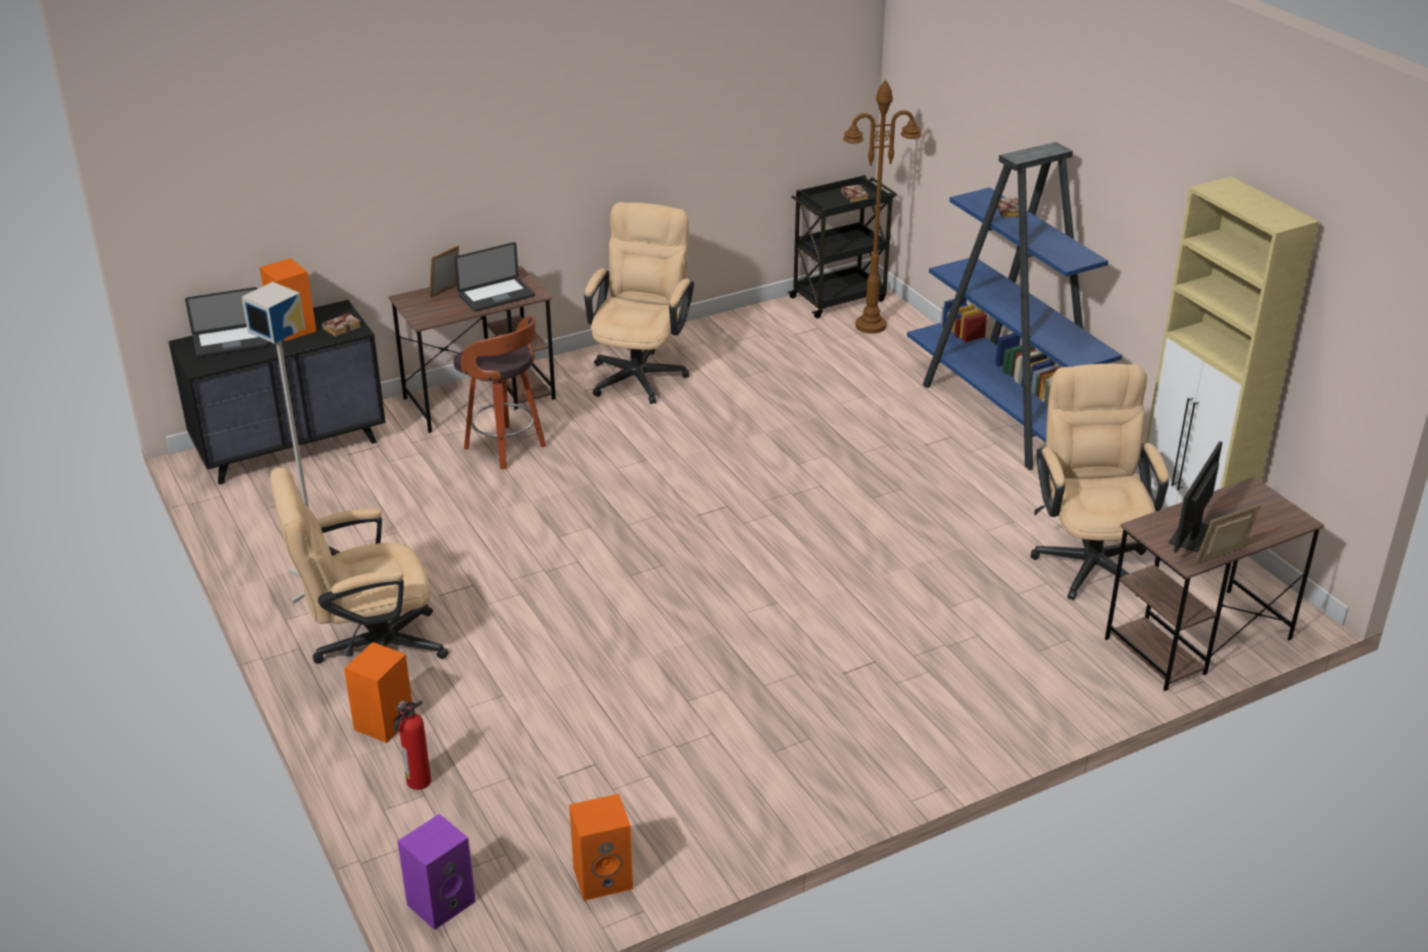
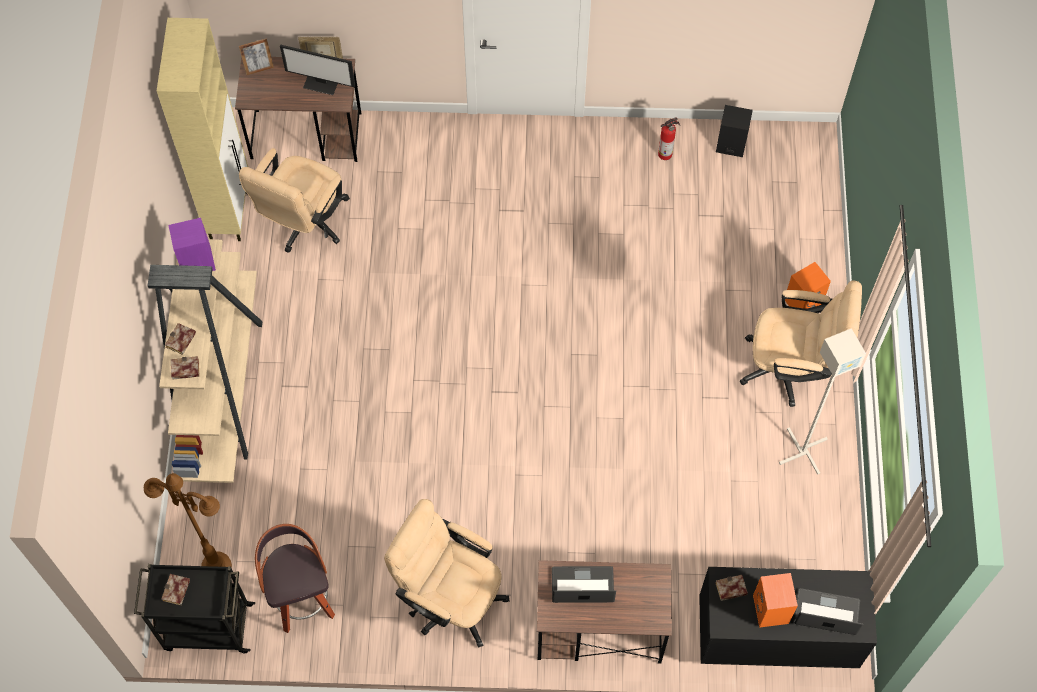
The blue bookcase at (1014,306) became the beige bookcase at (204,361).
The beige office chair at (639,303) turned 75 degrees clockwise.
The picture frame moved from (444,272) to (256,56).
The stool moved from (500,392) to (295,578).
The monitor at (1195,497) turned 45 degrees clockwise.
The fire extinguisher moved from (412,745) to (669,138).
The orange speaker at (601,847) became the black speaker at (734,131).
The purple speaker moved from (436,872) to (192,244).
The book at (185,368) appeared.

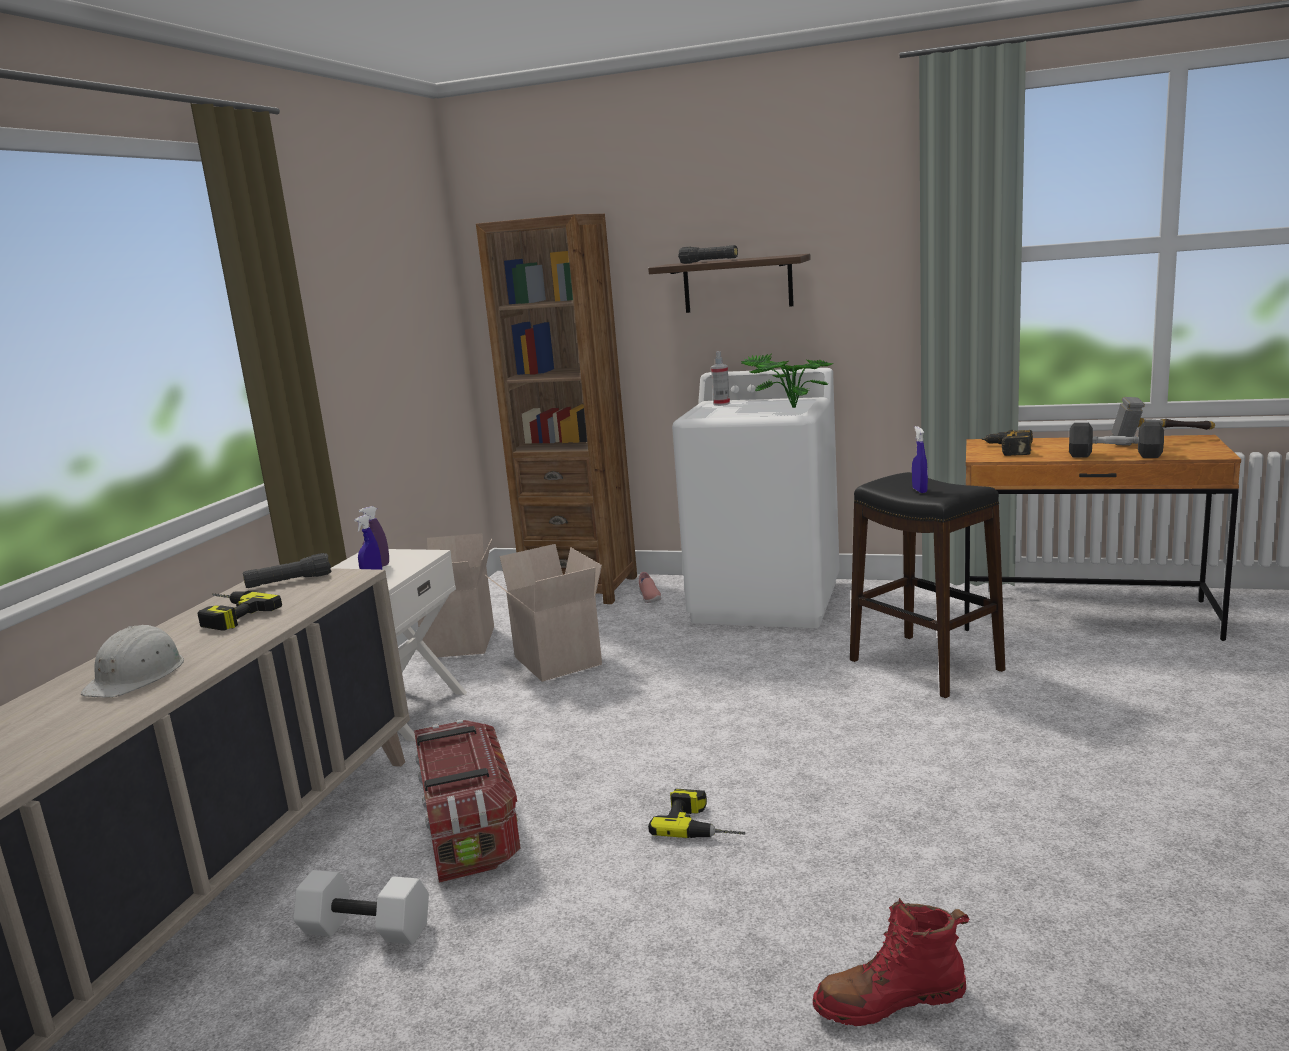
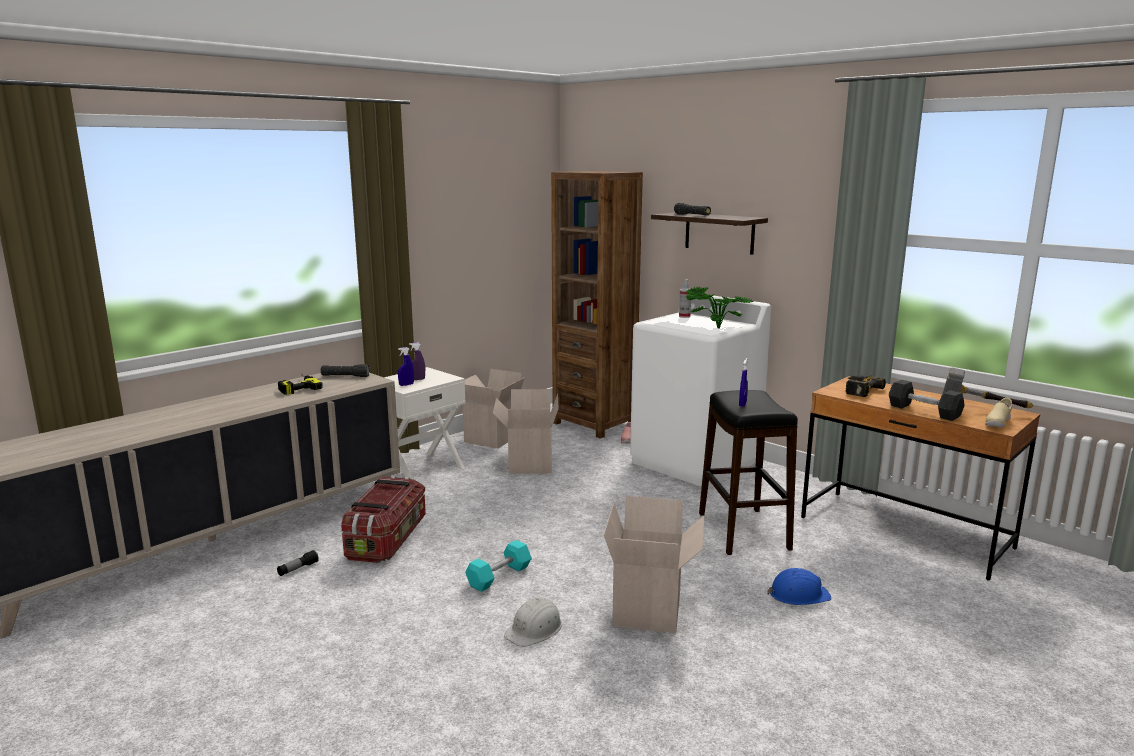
The white hard hat moved from (132,661) to (533,622).
The power drill at (697,813) was replaced by the turquoise dumbbell at (498,566).
The white dumbbell at (361,907) was replaced by the flashlight at (298,563).
The red boot at (891,962) disappeared.
The beige shoe at (998,413) appeared.
The cardboard box at (654,564) appeared.
The blue hard hat at (799,586) appeared.

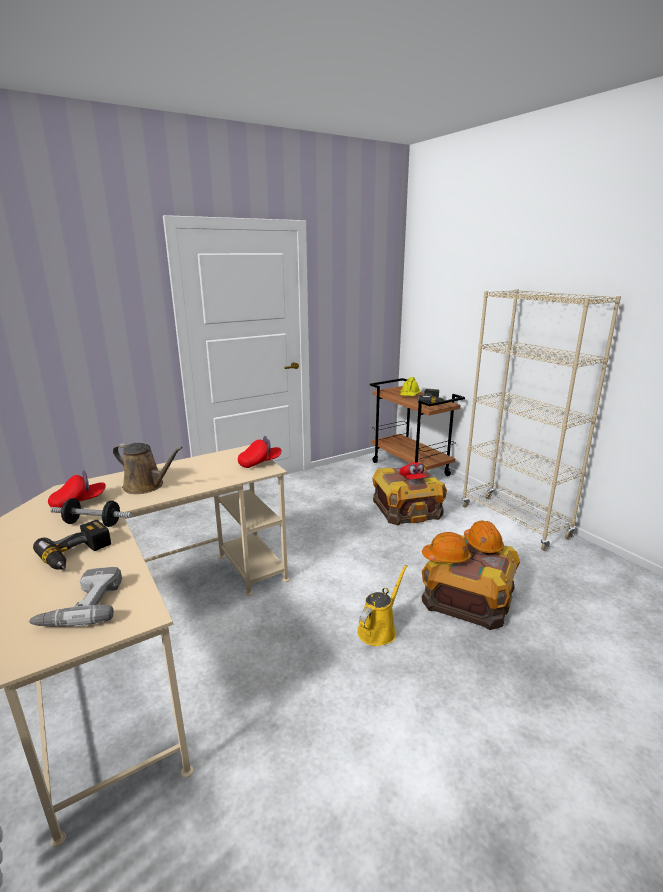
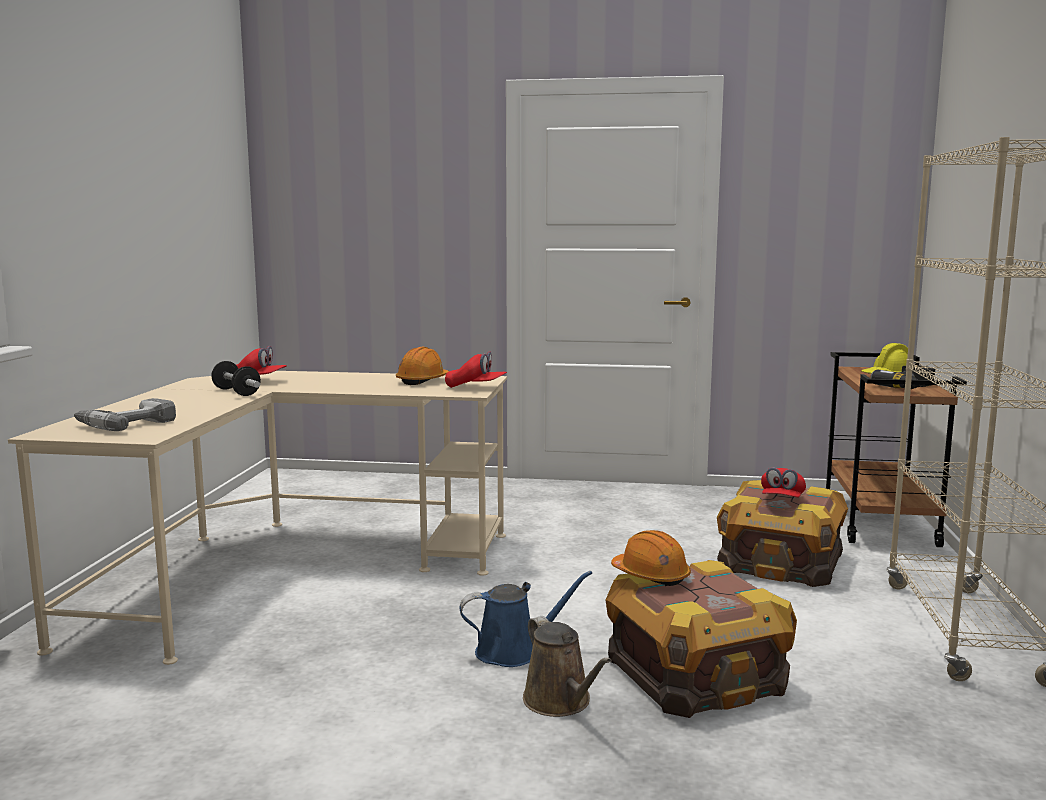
The brown watering can moved from (148,468) to (567,666).
The power drill at (72,545) disappeared.
The orange hard hat moved from (484,537) to (422,365).
The yellow watering can at (382,605) became the blue watering can at (526,619).

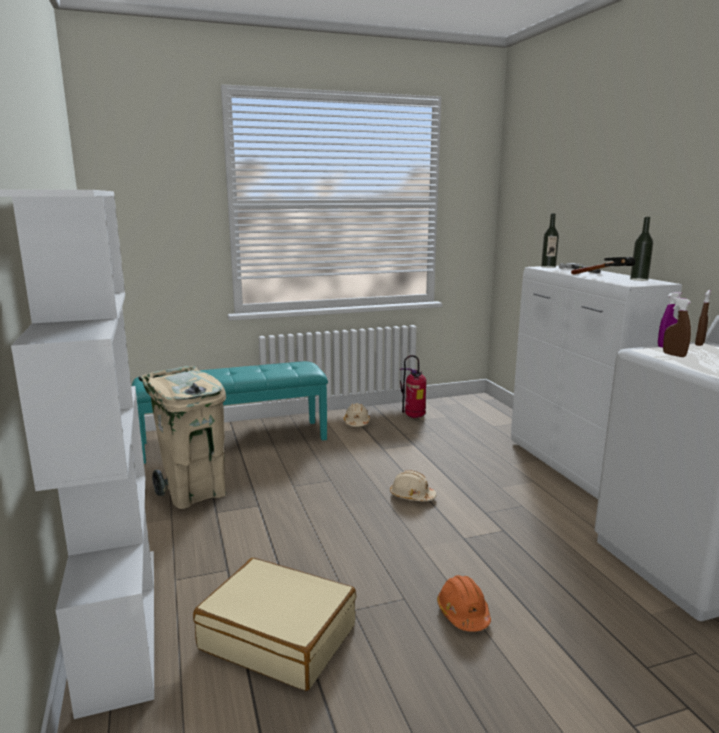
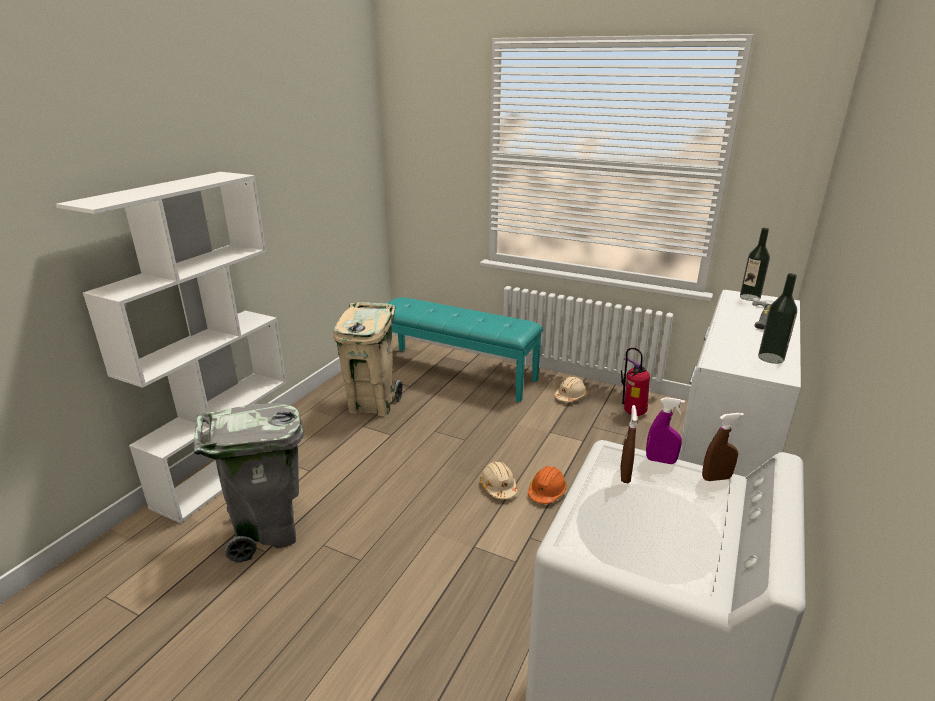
The hammer at (603,266) disappeared.
The beige suitcase at (274,624) was replaced by the grey trash can at (249,483).
The orange hard hat moved from (464,603) to (547,485).

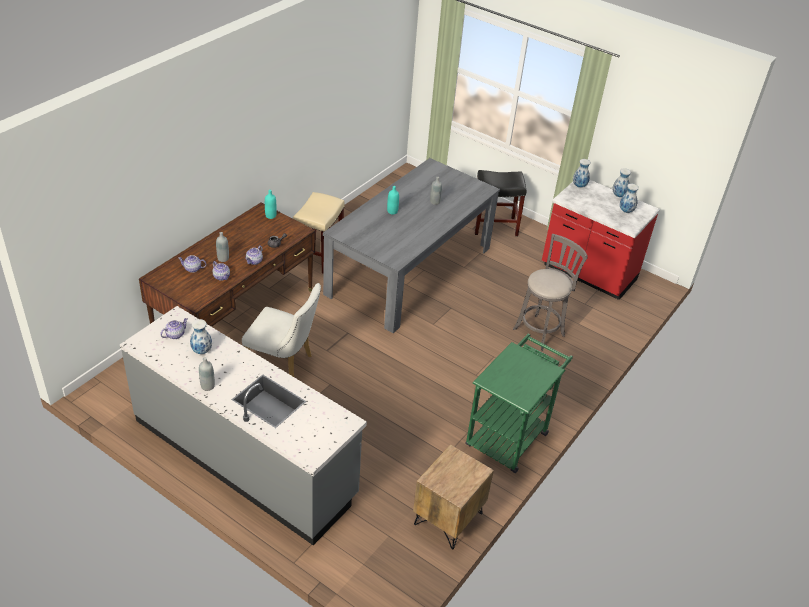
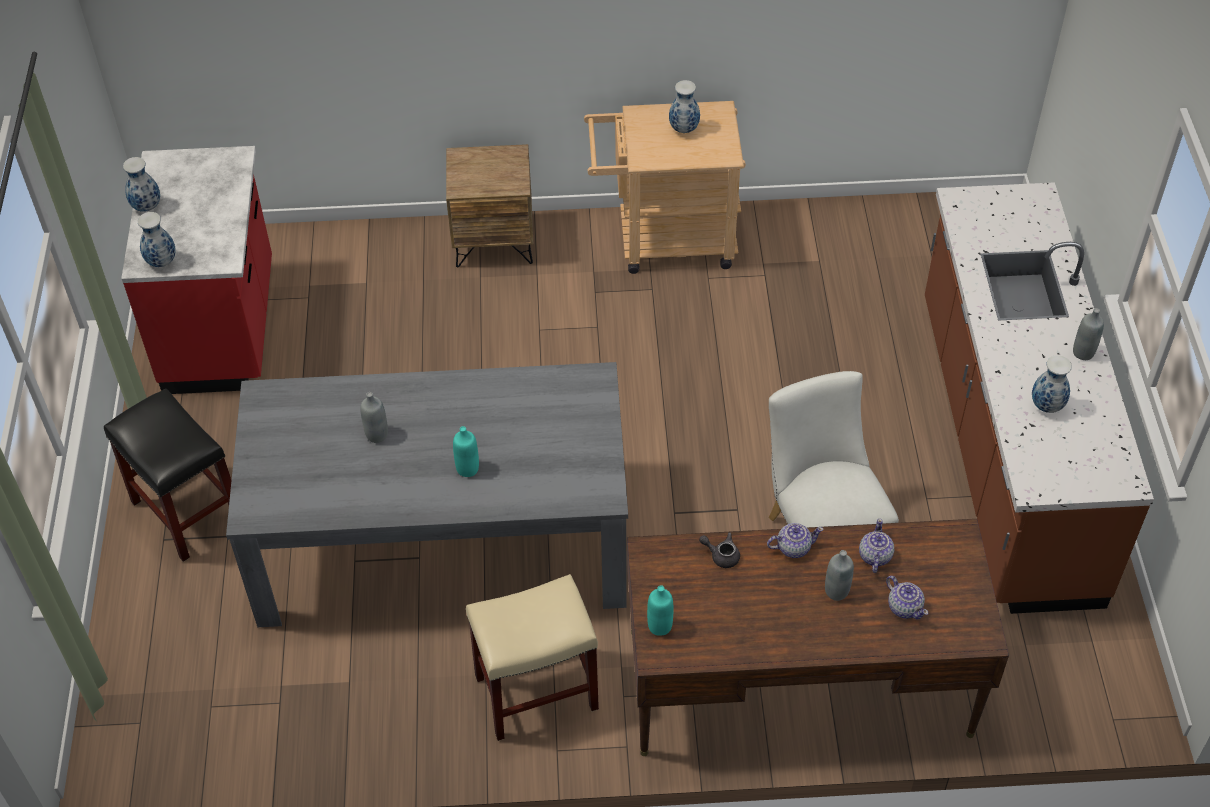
The vase moved from (629,198) to (684,106).
The grey stool at (550,292) disappeared.
The grey counter at (243,425) became the brown counter at (1039,398).
The teapot at (174,328) disappeared.
The green cart at (519,403) became the beige cart at (665,187).
The brown nightstand moved from (453,496) to (489,205).

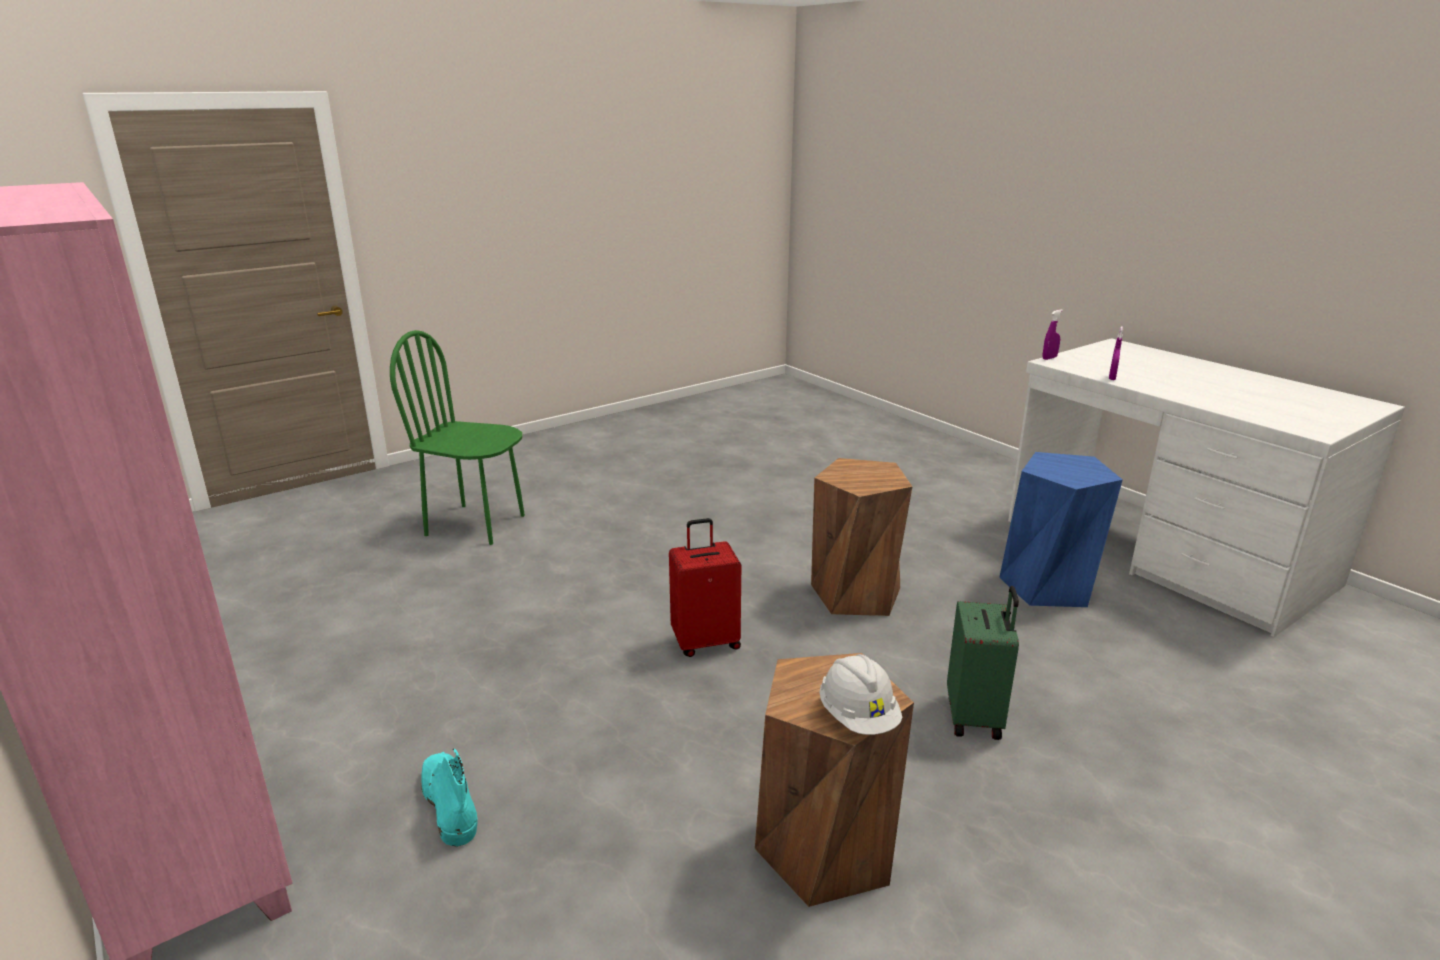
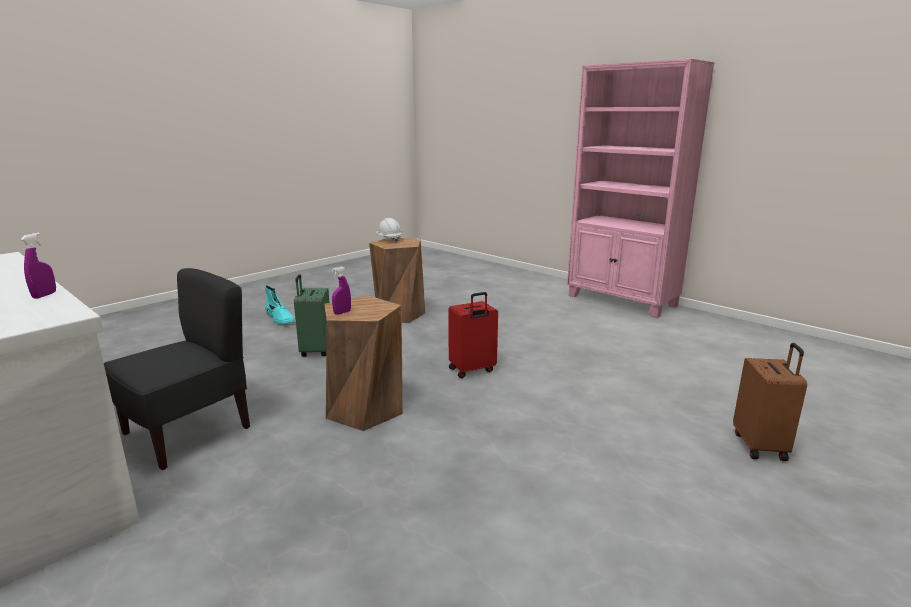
The purple spray bottle moved from (1053,334) to (341,290).
The green chair at (457,437) was replaced by the brown suitcase at (770,402).
The blue stool at (1061,529) was replaced by the black chair at (177,369).
The turquoise boot moved from (448,798) to (279,305).

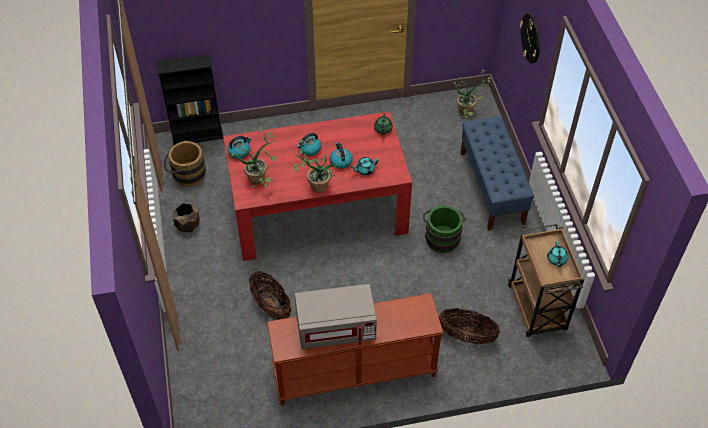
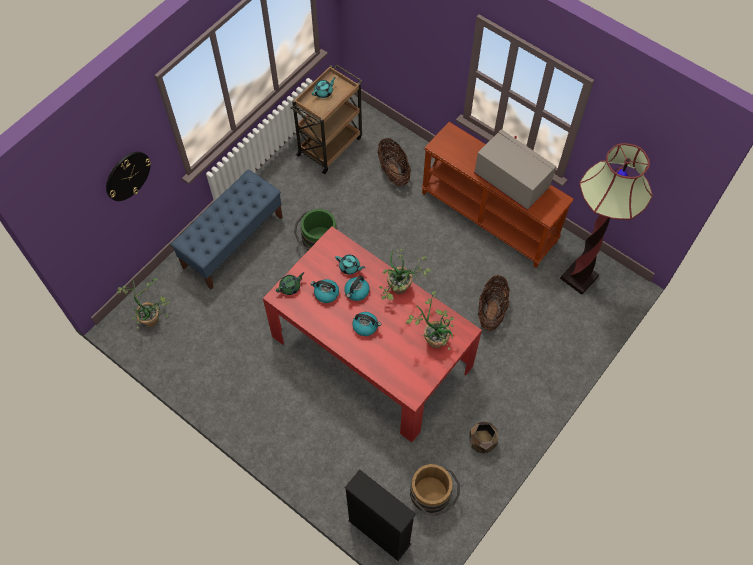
The kettle moved from (239,147) to (325,291).
The floor lamp at (606,219) appeared.

